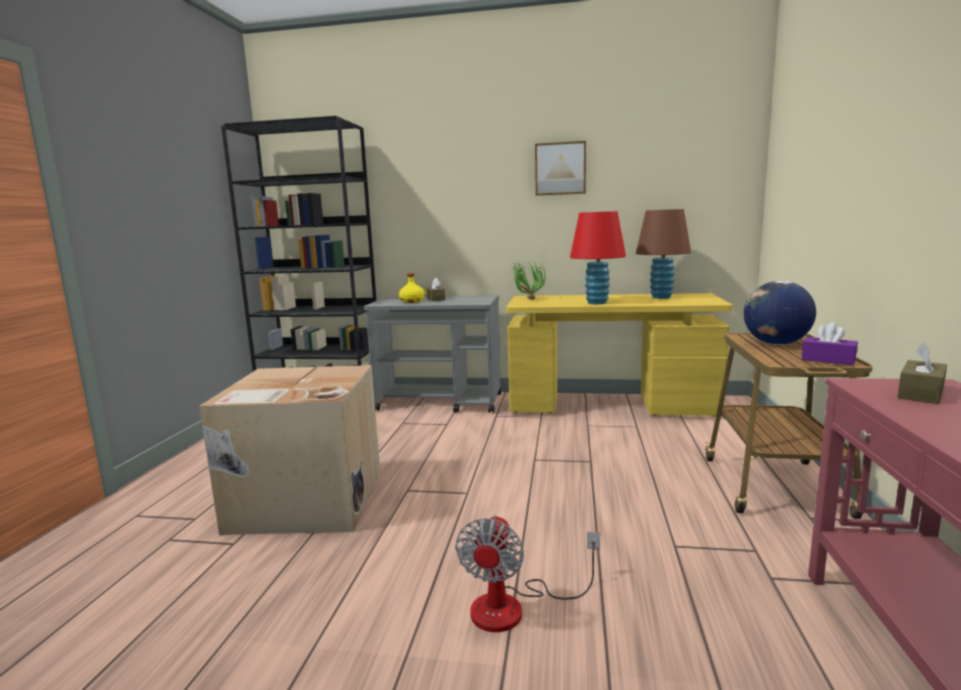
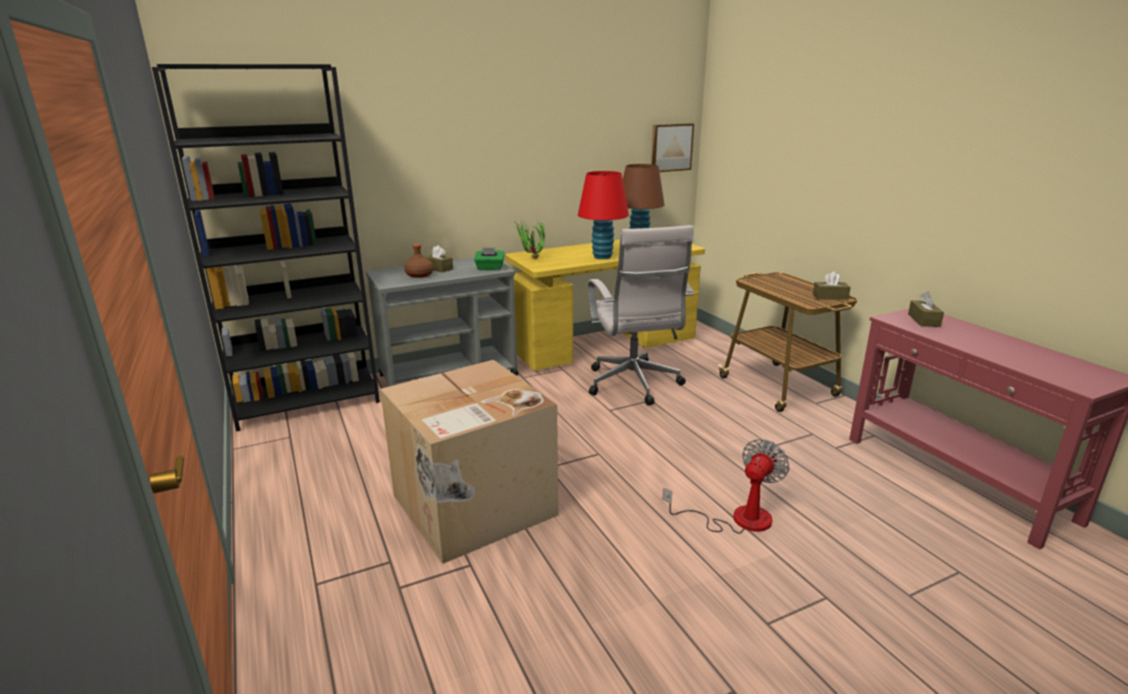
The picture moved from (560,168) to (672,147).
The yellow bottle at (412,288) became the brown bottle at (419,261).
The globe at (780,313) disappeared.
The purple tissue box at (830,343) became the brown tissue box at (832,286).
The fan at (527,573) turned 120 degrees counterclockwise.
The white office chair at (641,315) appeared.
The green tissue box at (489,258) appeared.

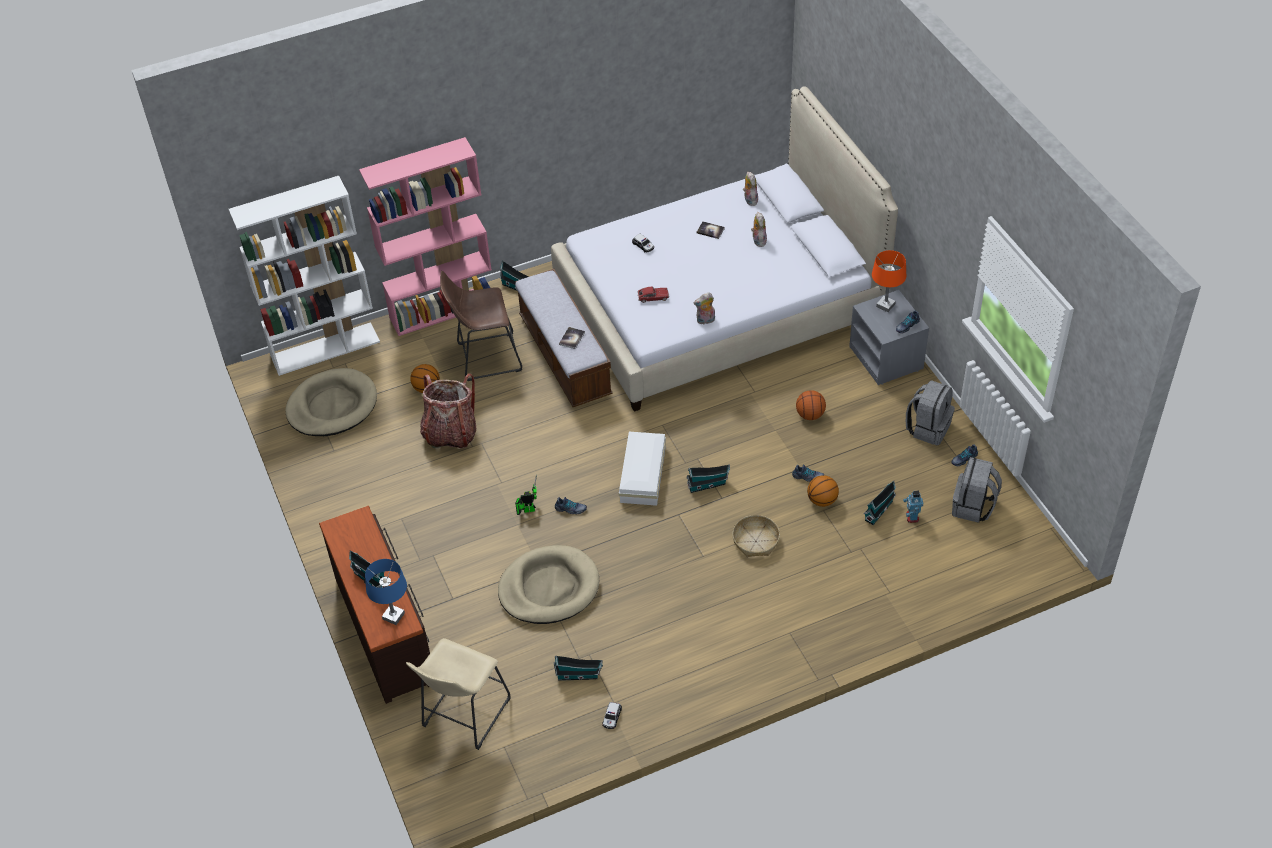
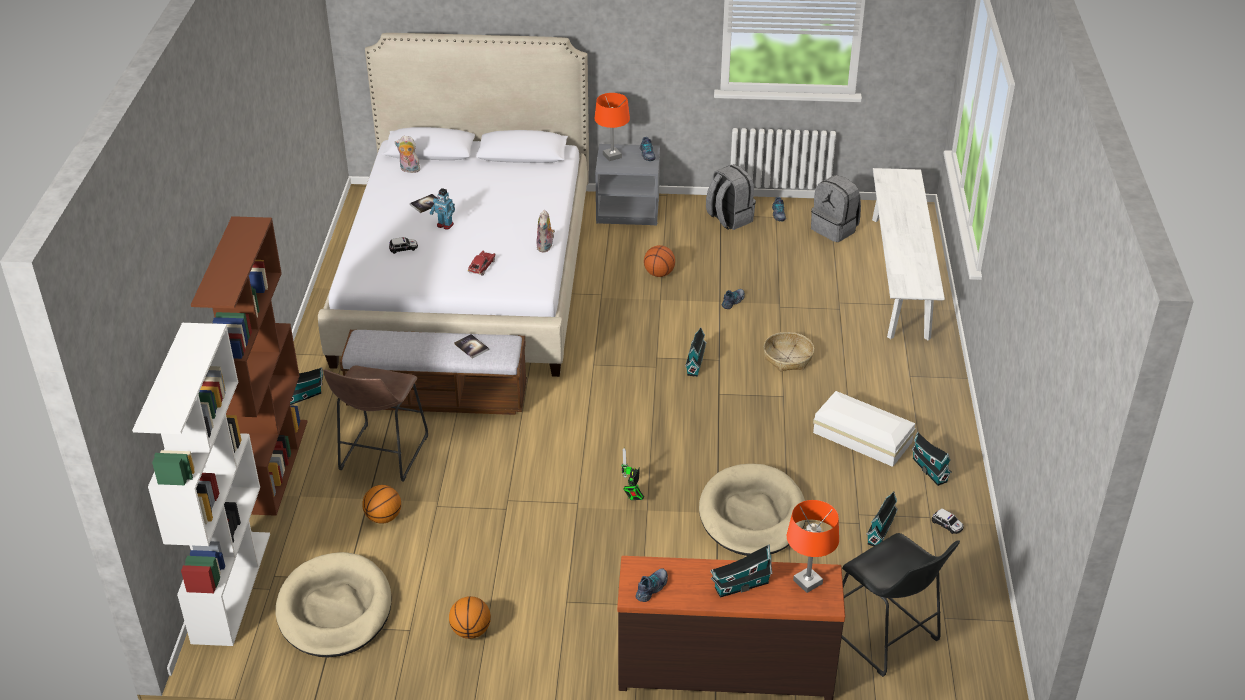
The pink bookcase at (425,236) became the brown bookcase at (249,366).
The plush toy at (759,229) disappeared.
The backpack at (448,411) disappeared.
The white storage box moved from (642,469) to (864,429).
The basketball moved from (823,491) to (470,617).
The toy house moved from (880,503) to (931,458).
The toy robot moved from (913,507) to (442,209).
The shoe moved from (571,505) to (651,585).
The blue table lamp at (386,592) became the orange table lamp at (813,546).
The beige stool at (458,694) became the black stool at (901,605).
The white bench at (908,254) appeared.

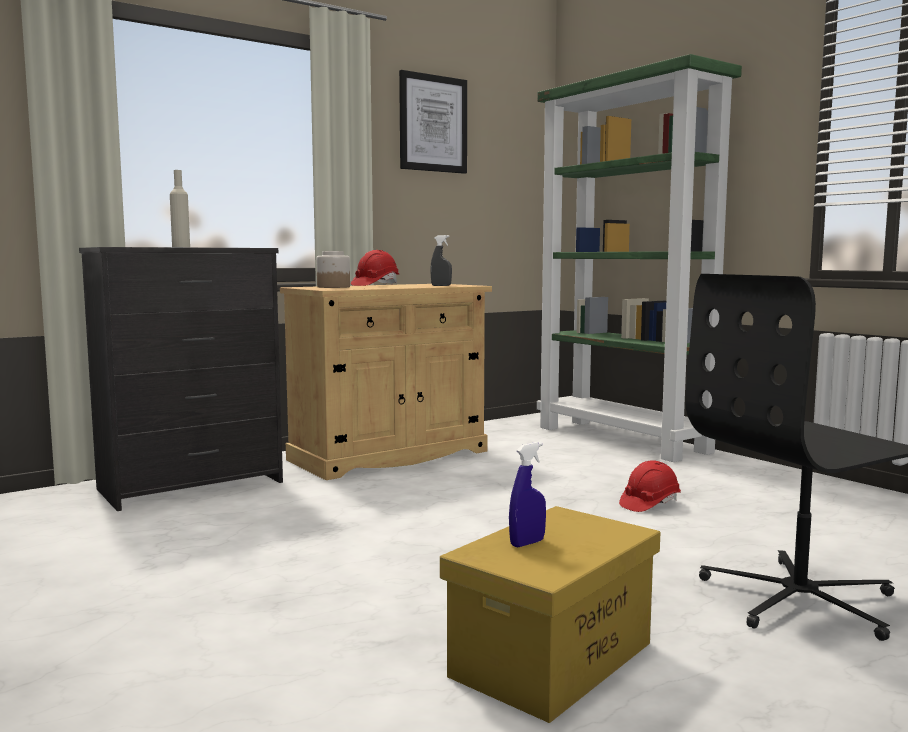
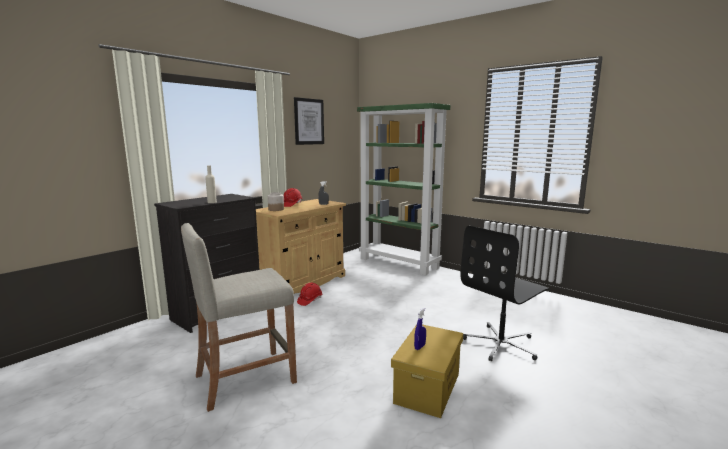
The red hard hat moved from (650,486) to (309,294).
The beige stool at (239,317) appeared.

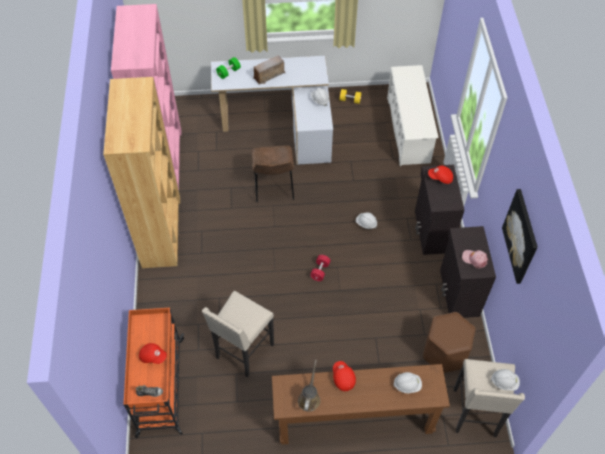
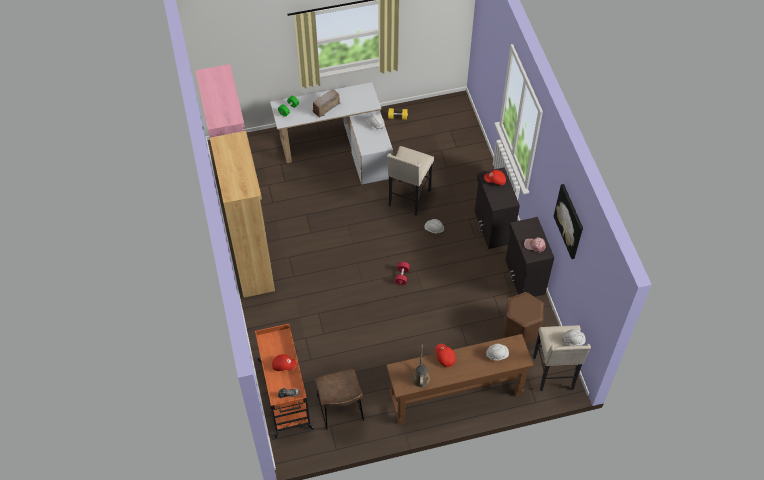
The white shoe rack at (412,115) disappeared.
The brown chair moved from (273,174) to (339,399).
The beige stool moved from (238,334) to (410,181).

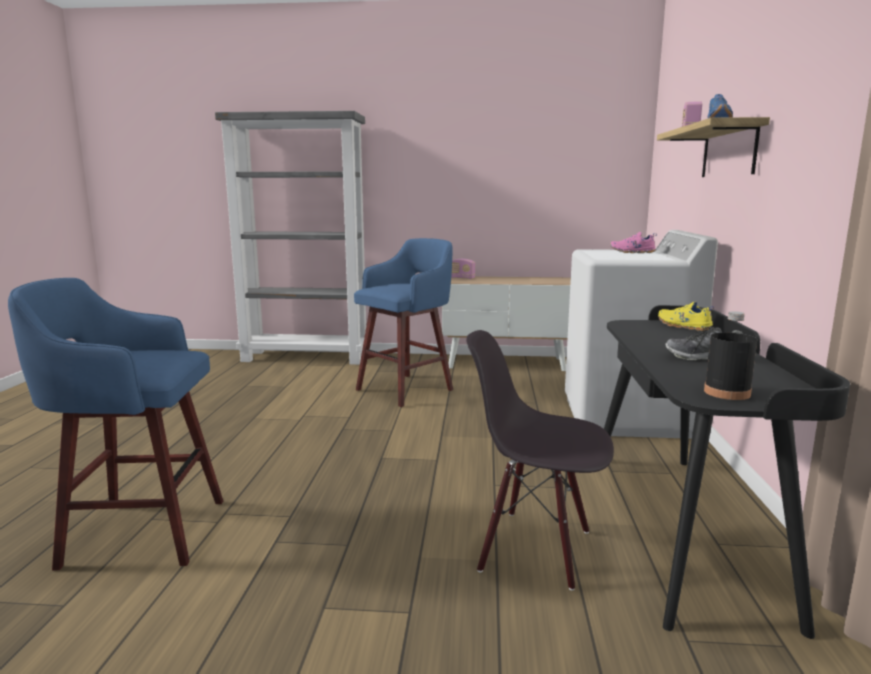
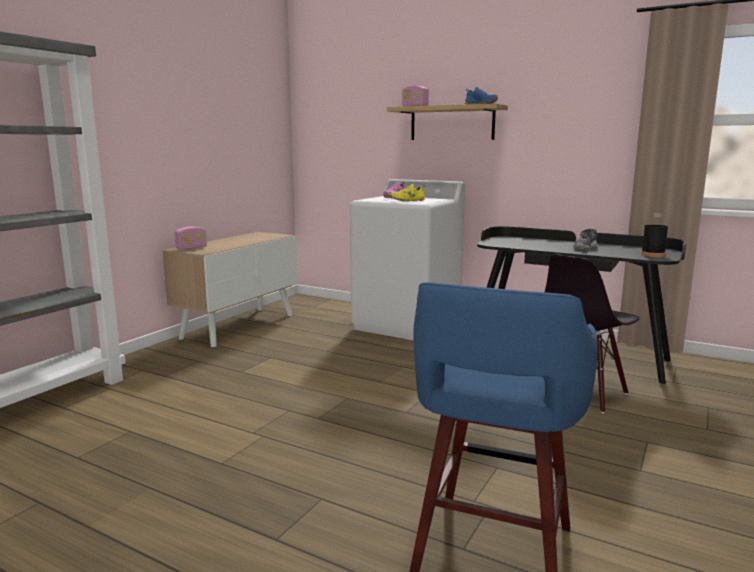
The blue stool at (403,322) disappeared.
The yellow shoe moved from (686,316) to (408,193).

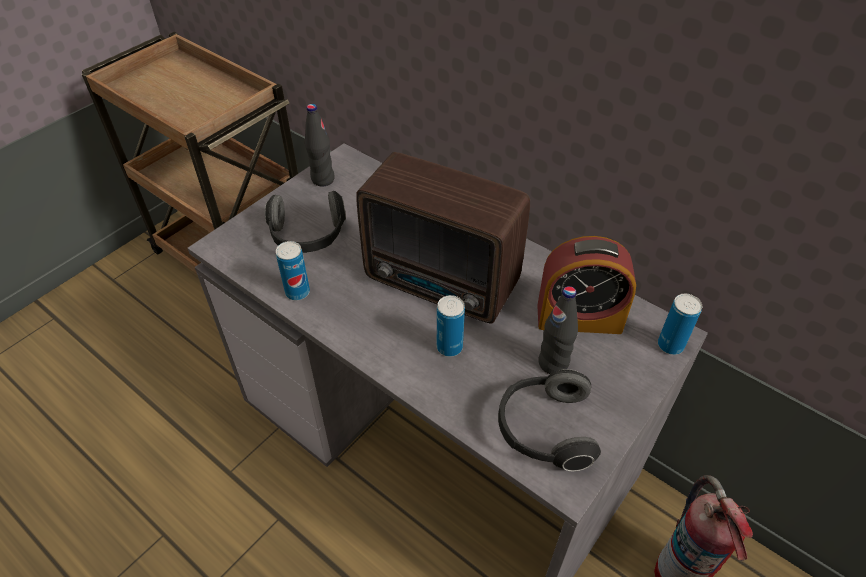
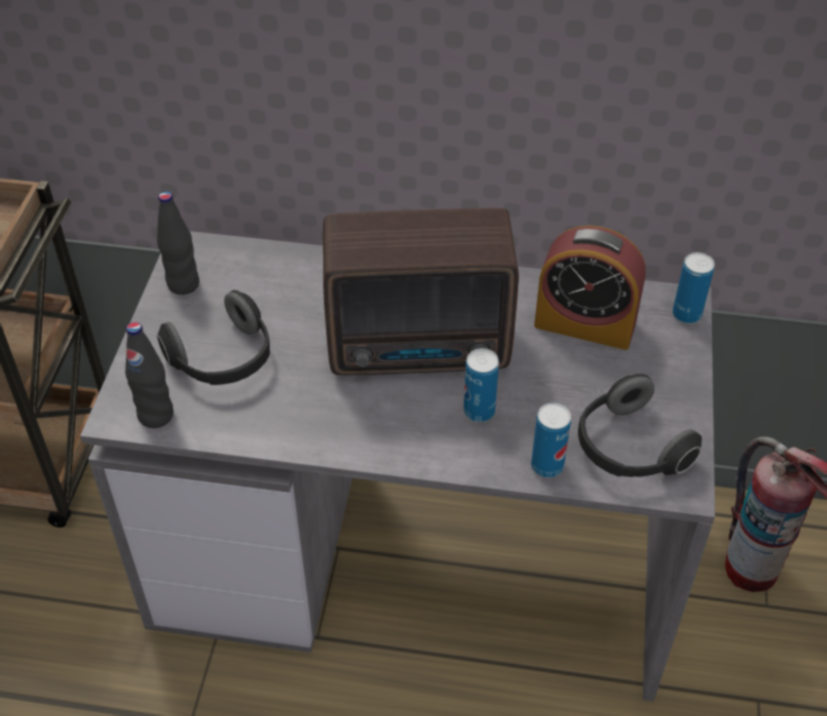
The alarm clock at (586,285) turned 45 degrees clockwise.
The can moved from (293,270) to (551,440).
The black bottle moved from (558,330) to (149,375).

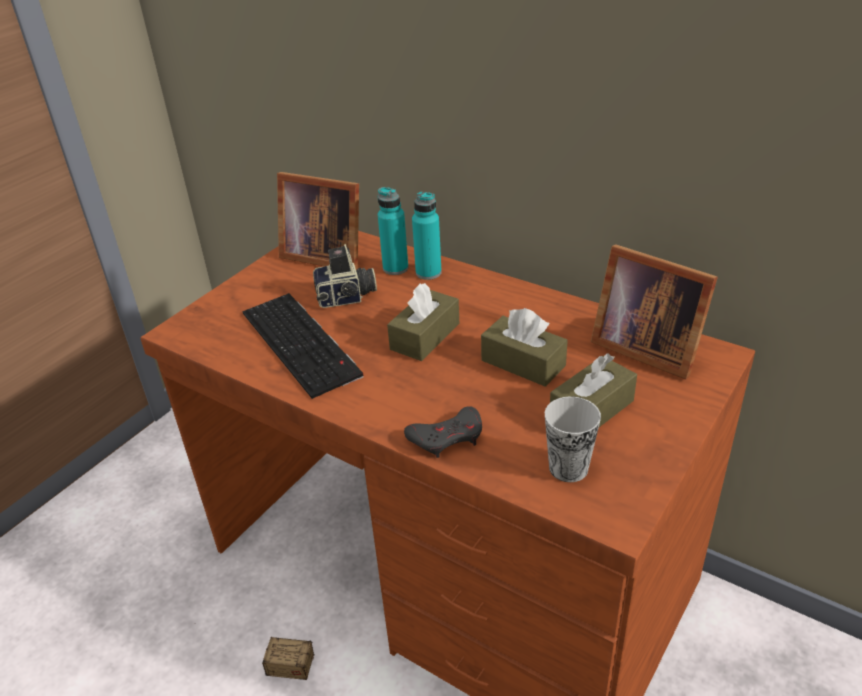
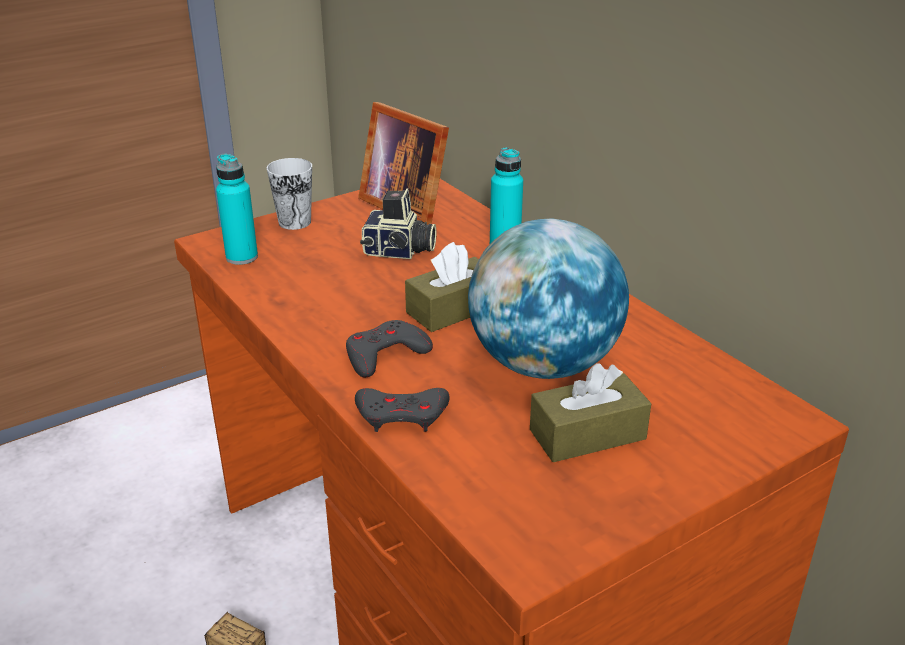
The turquoise bottle moved from (393,231) to (237,209).
The picture frame at (654,312) disappeared.
The keyboard at (303,346) disappeared.
The brown tissue box at (524,347) was replaced by the globe at (548,298).
The cup moved from (573,439) to (289,194).
The grey game controller at (389,349) appeared.

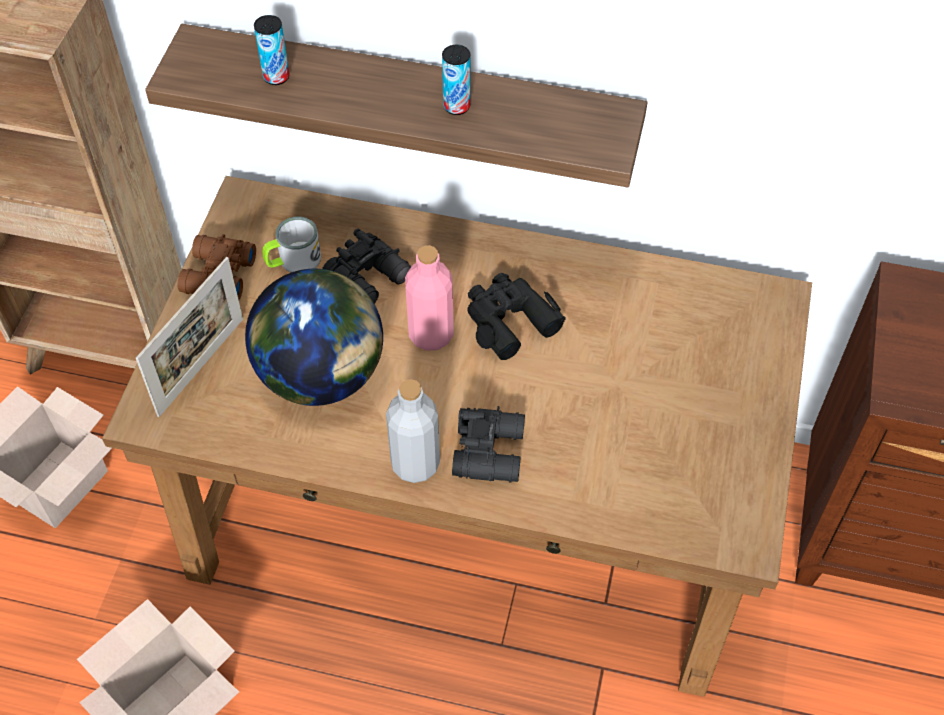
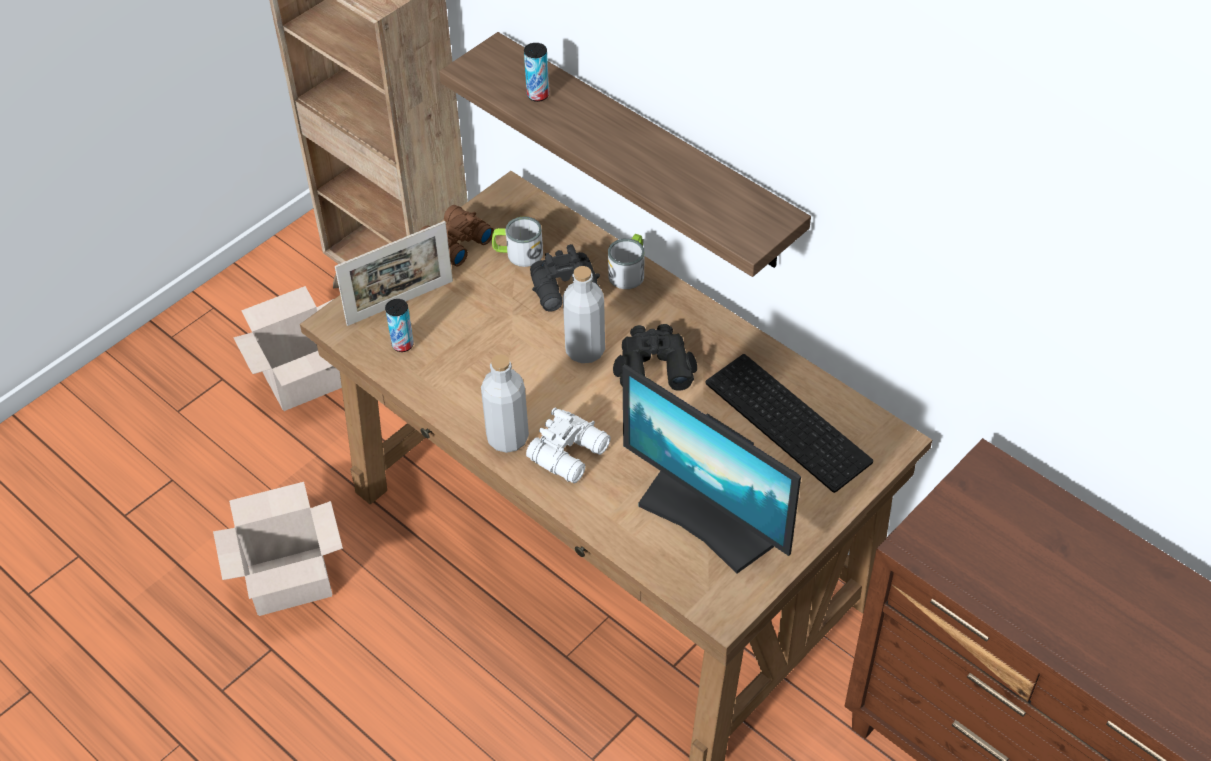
The can moved from (456,80) to (399,325).
The pink bottle at (429,298) became the grey bottle at (584,314).
The globe at (314,337) disappeared.
The black binoculars at (488,444) became the white binoculars at (568,445).
The mug at (626,261) appeared.
The keyboard at (789,423) appeared.
The monitor at (711,469) appeared.

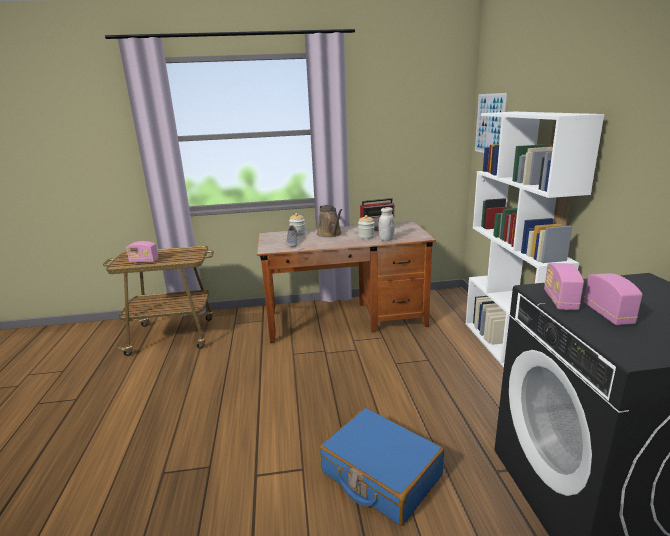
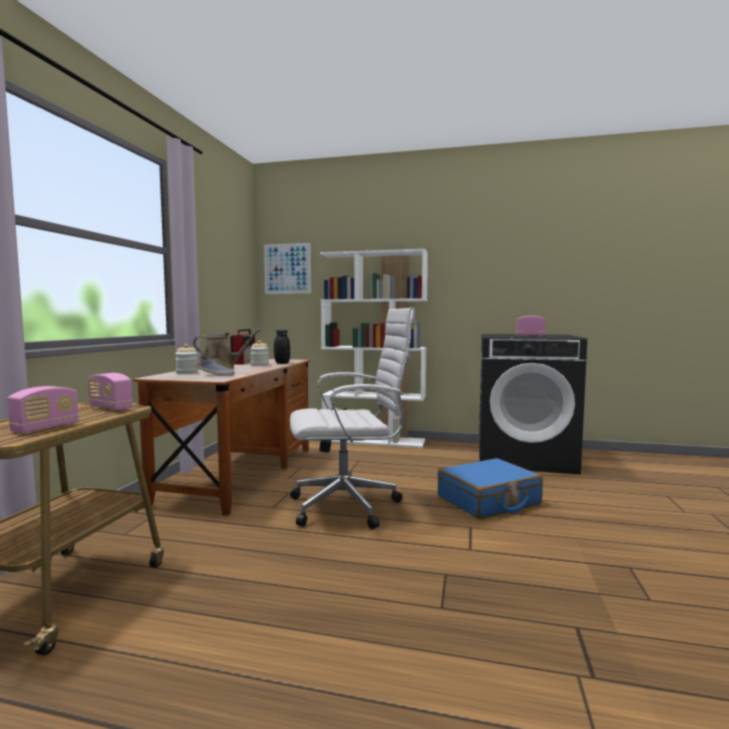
The white jar at (386,224) became the black jar at (282,347).
The radio moved from (564,286) to (110,391).
The white office chair at (353,419) appeared.

